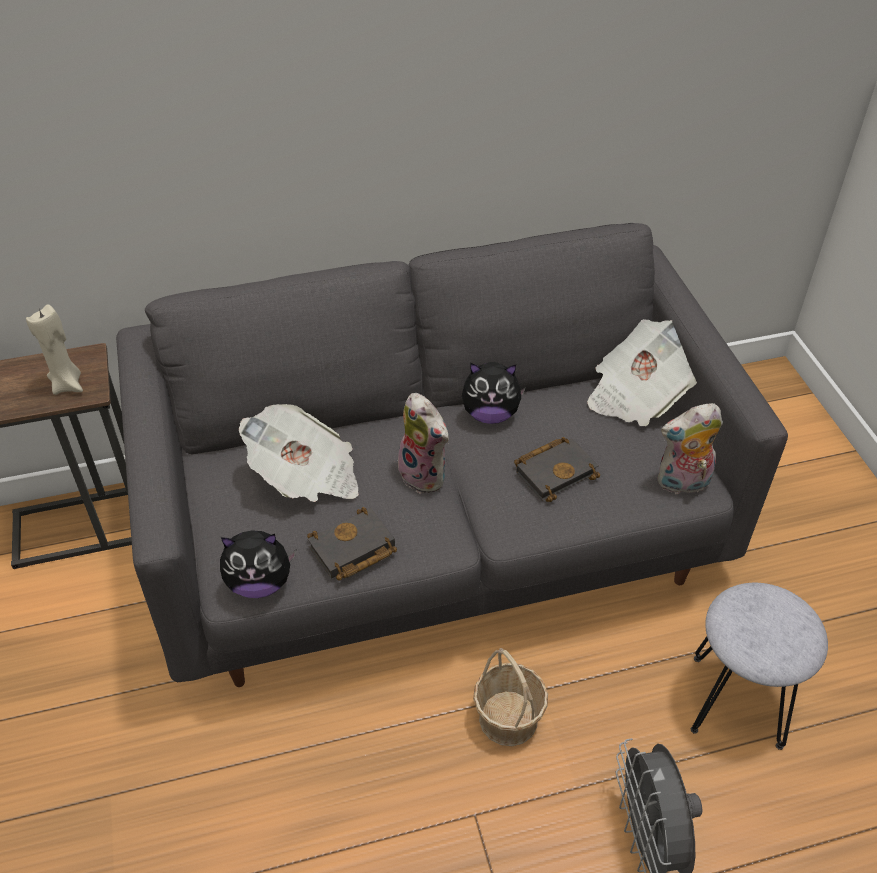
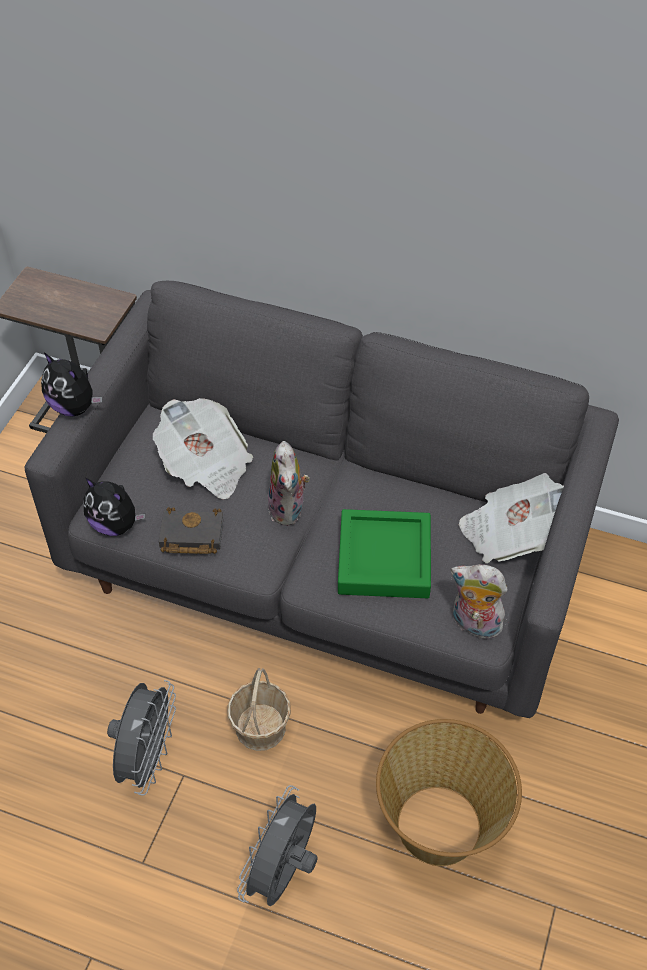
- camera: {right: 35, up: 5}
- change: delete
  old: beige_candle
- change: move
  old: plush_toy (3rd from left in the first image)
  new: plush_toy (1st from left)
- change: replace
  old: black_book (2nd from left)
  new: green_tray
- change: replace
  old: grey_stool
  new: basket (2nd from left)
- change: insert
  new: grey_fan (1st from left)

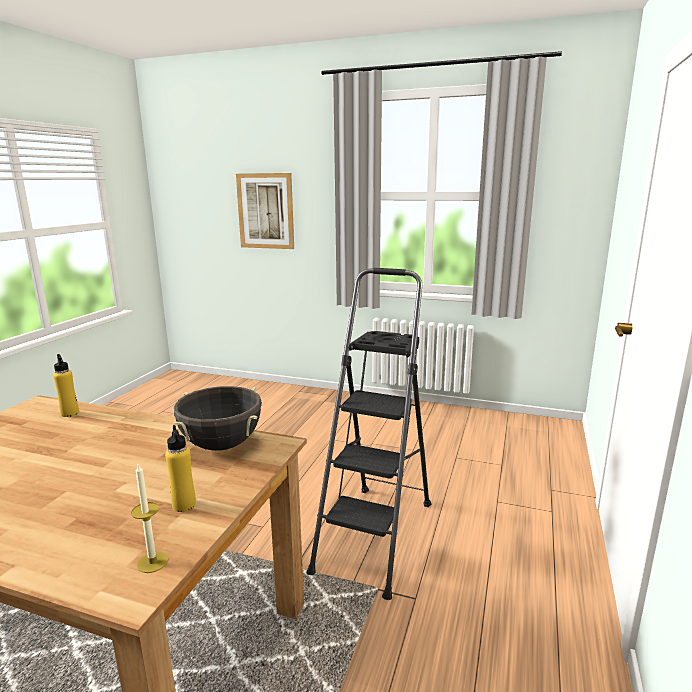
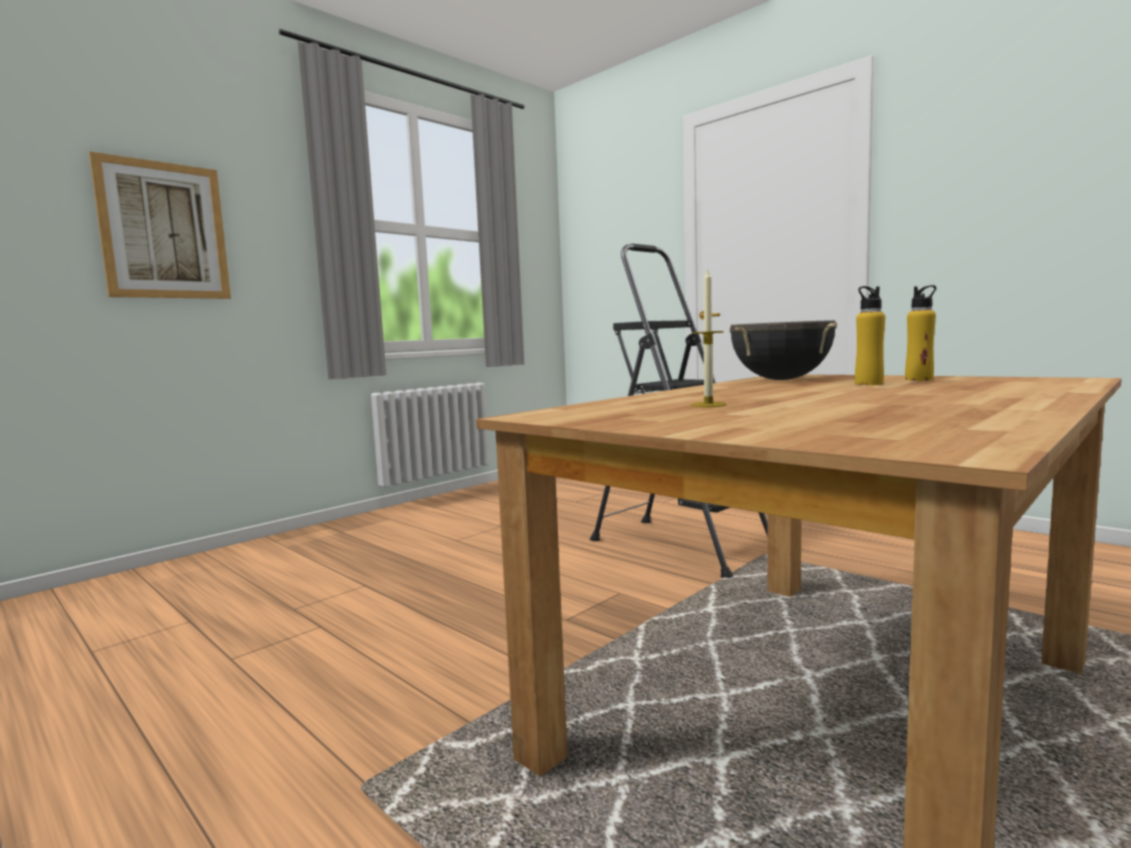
- camera: {right: -65, up: -10}
- change: move
  old: yellow_bottle (1st from left)
- change: move
  old: candle

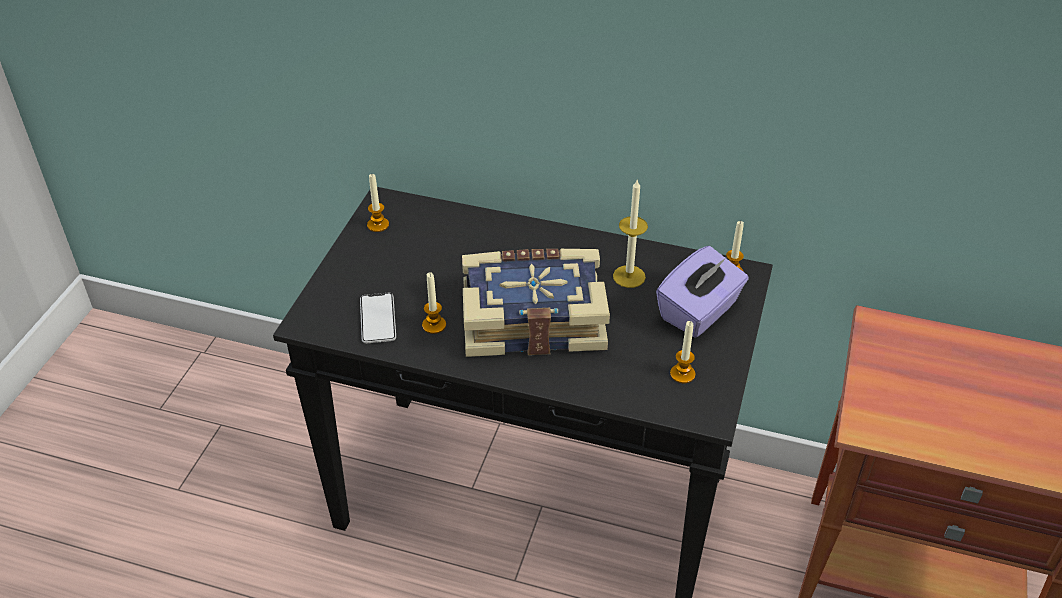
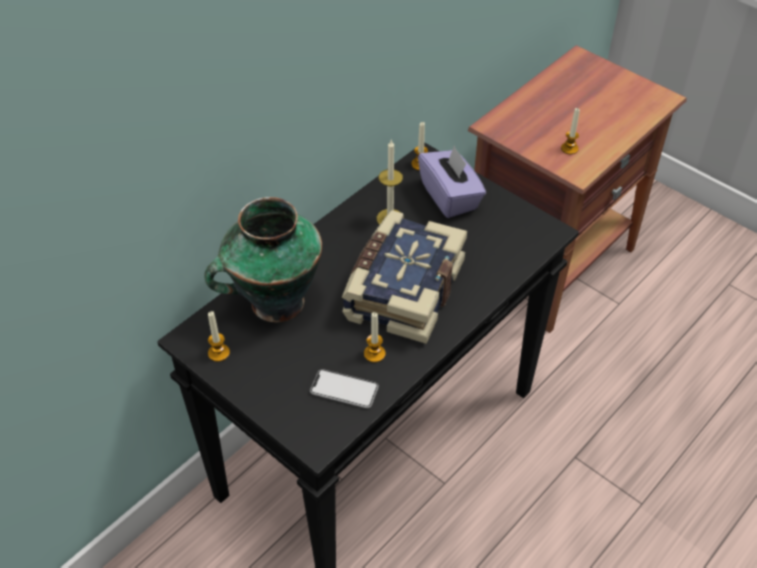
- camera: {right: -65, up: 5}
- change: move
  old: candle (4th from left in the first image)
  new: candle (5th from left)
- change: insert
  new: vase

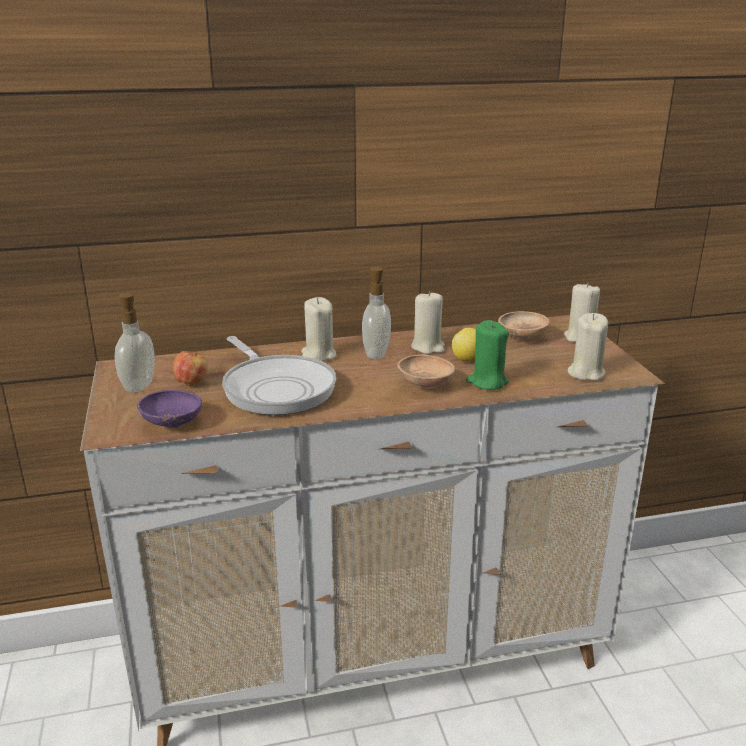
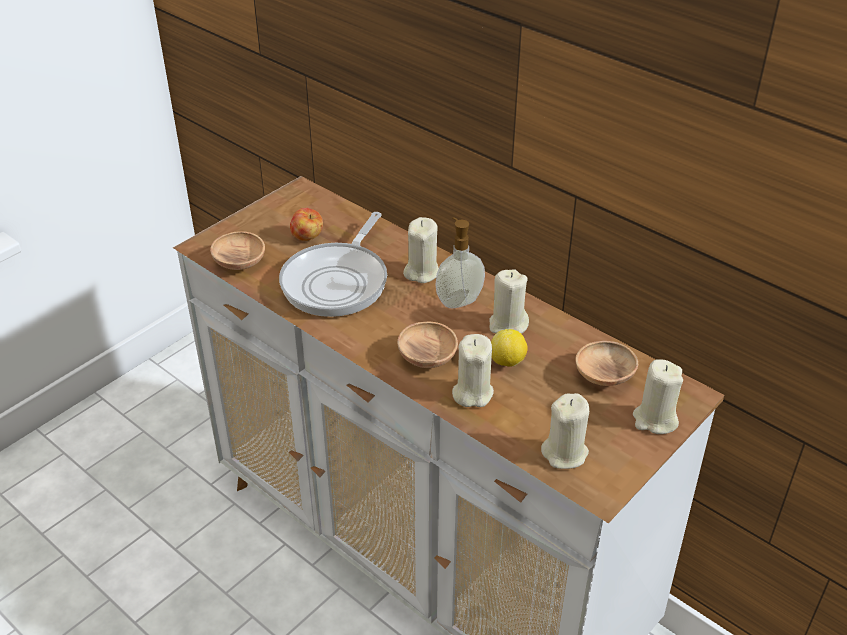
- camera: {right: 55, up: 15}
- change: delete
  old: soap_dispenser (1st from left)
- change: recolor
  old: green_candle
  new: beige_candle (2nd from left)
- change: recolor
  old: purple_bowl
  new: brown_bowl (1st from left)

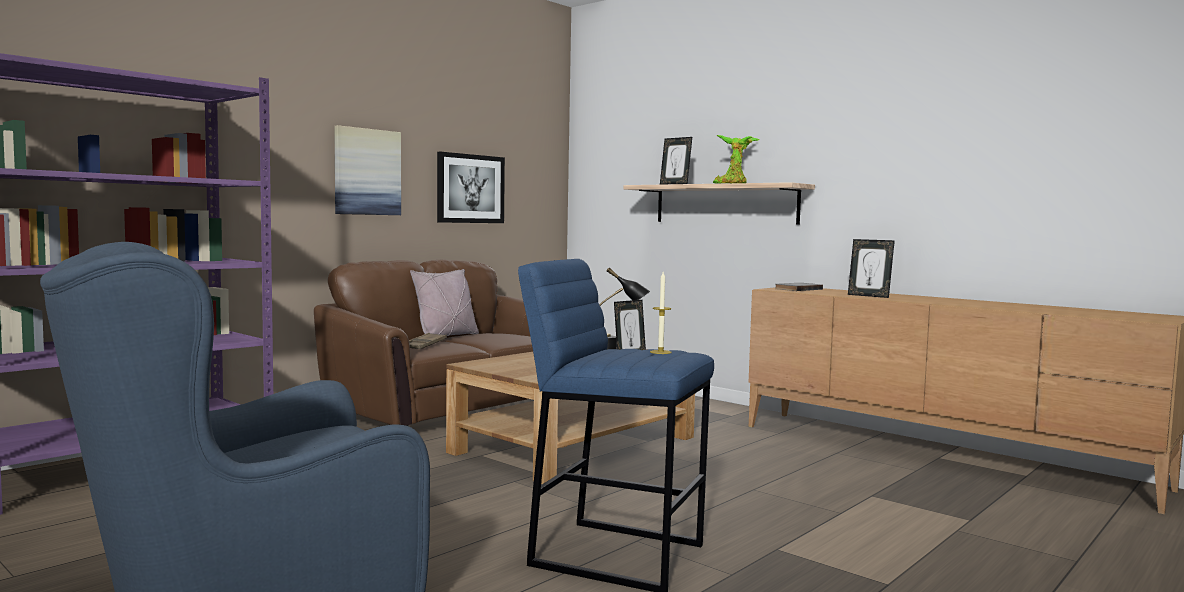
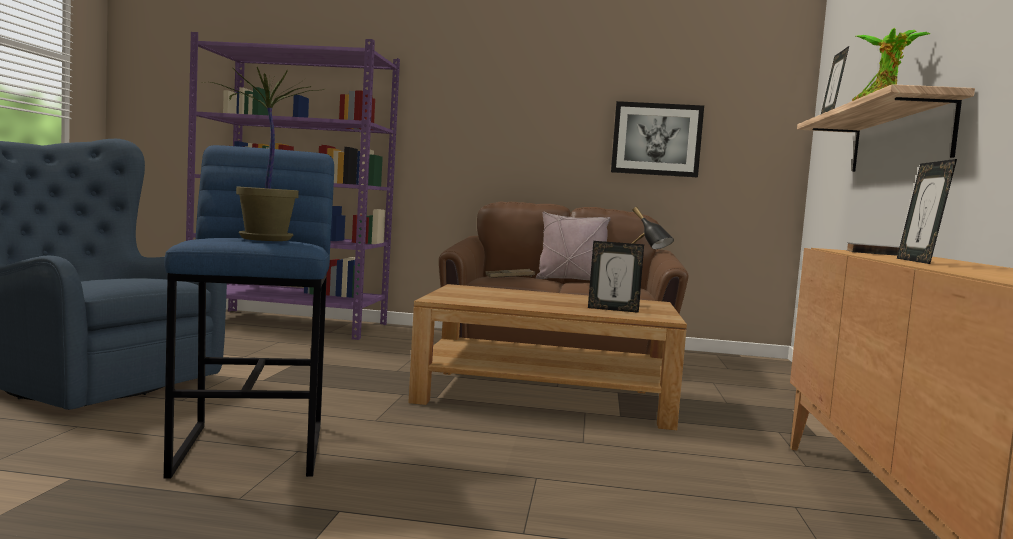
- camera: {right: 55, up: 0}
- change: delete
  old: picture (1st from left)
- change: replace
  old: candle
  new: potted_plant (1st from left)

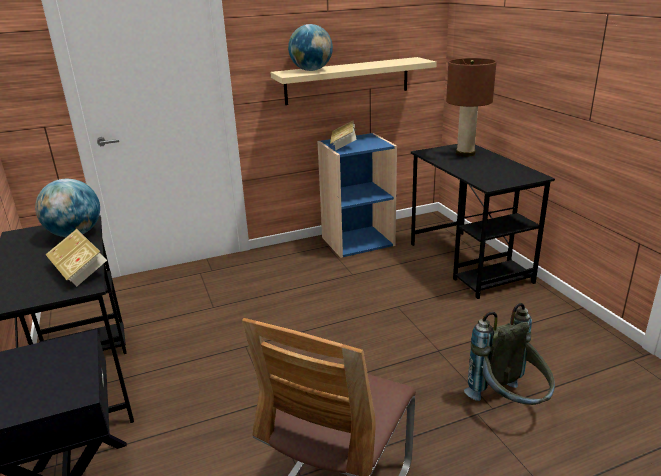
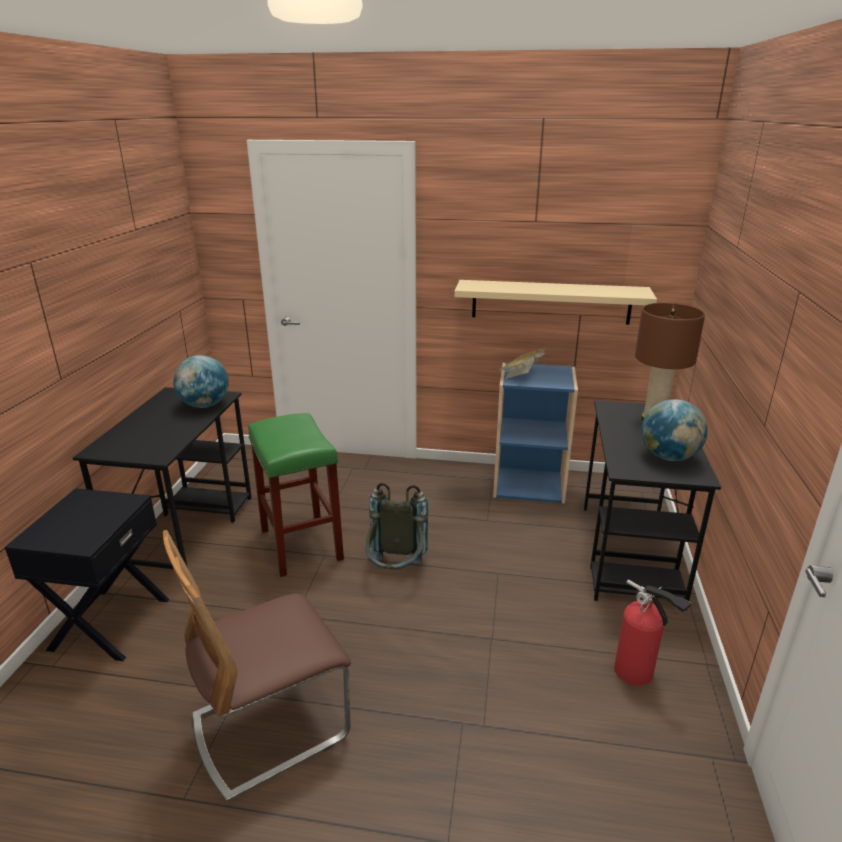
- camera: {right: 30, up: 0}
- change: move
  old: globe (2nd from left)
- change: delete
  old: book (1st from left)
- change: move
  old: grey_backpack
- change: insert
  new: green_stool
- change: insert
  new: fire_extinguisher

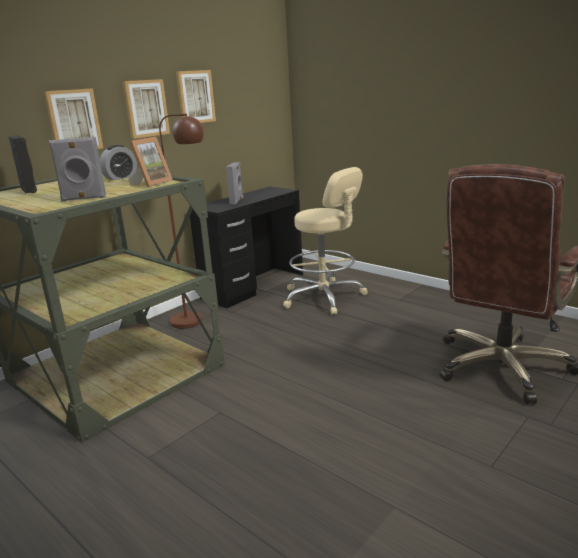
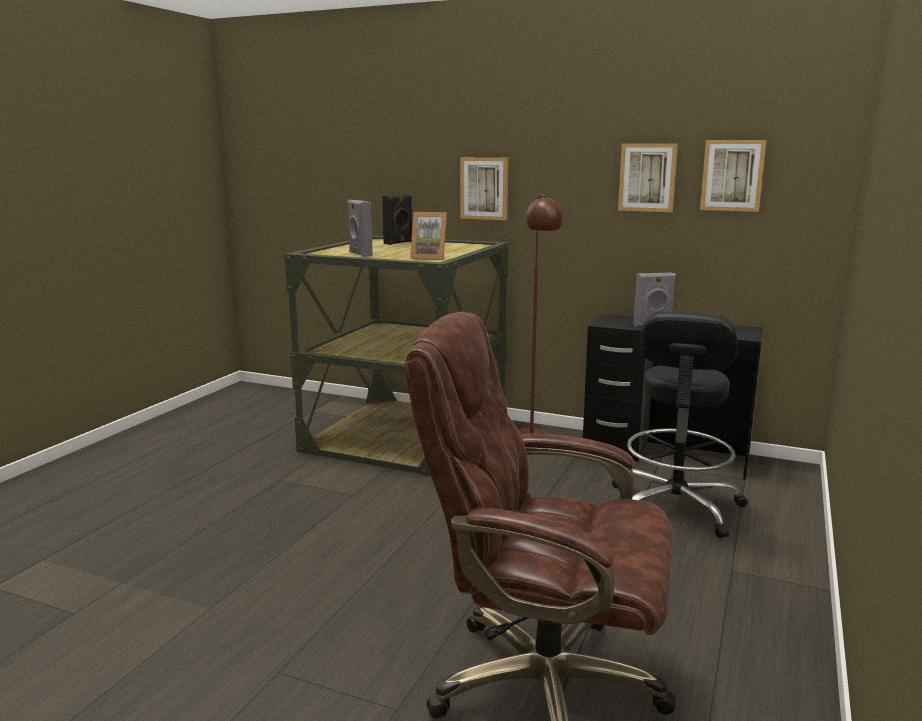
- camera: {right: 70, up: -5}
- change: move
  old: picture (2nd from left in the first image)
  new: picture (3rd from left)
- change: delete
  old: alarm_clock
- change: recolor
  old: beige_stool
  new: black_stool

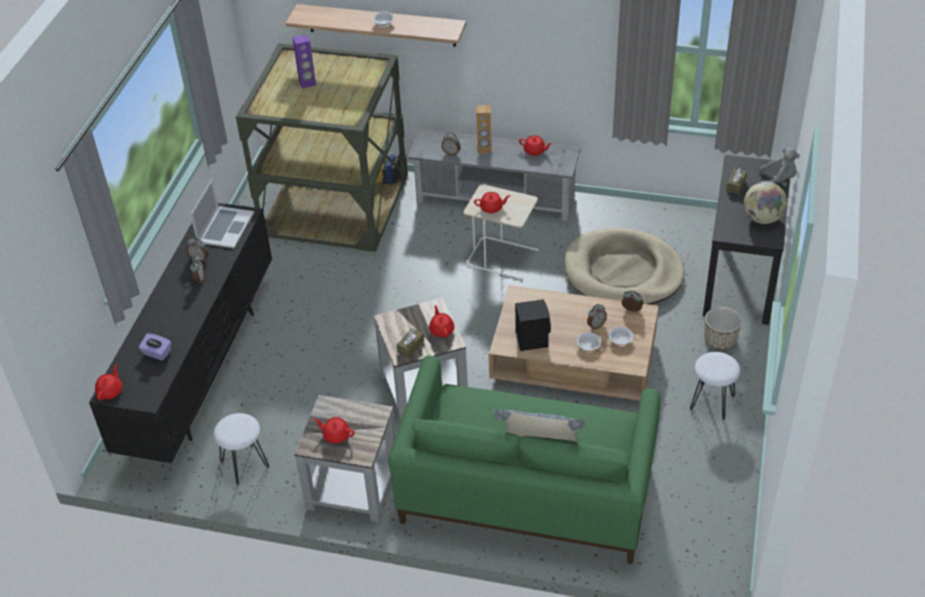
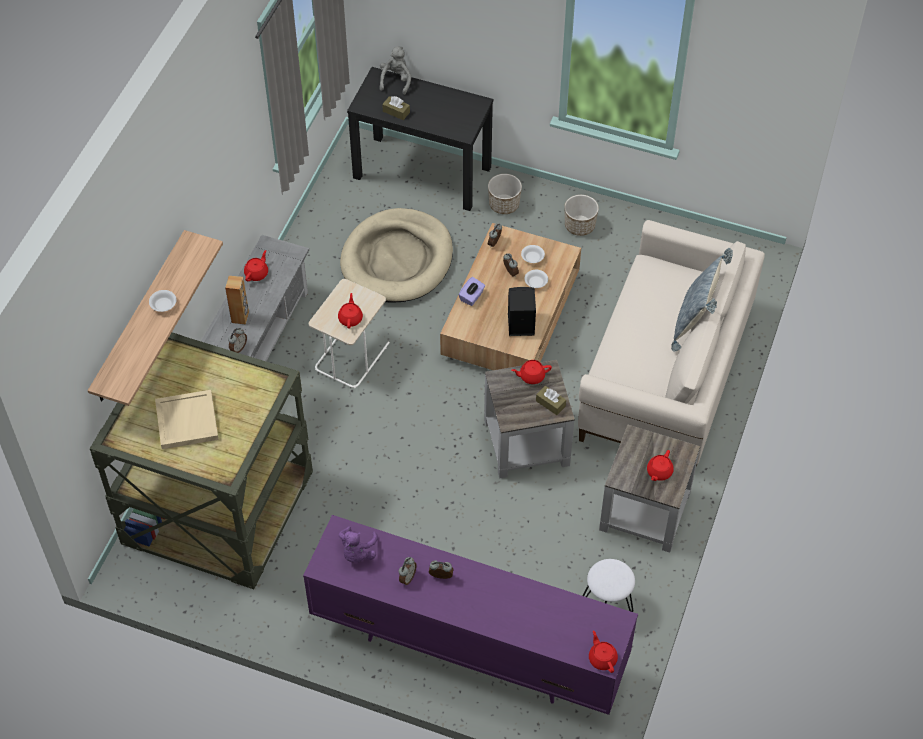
- camera: {right: -85, up: 10}
- change: replace
  old: purple_speaker
  new: beige_tray
- change: replace
  old: laptop
  new: purple_plush_toy
- change: delete
  old: globe
- change: recolor
  old: black_cabinet
  new: purple_cabinet
- change: move
  old: purple_tissue_box
- change: replace
  old: white_stool (2nd from left)
  new: planter (2nd from left)
- change: recolor
  old: green_sofa
  new: beige_sofa
- change: rotate
  old: red_teapot (1st from left in the first image)
  degrees: 45

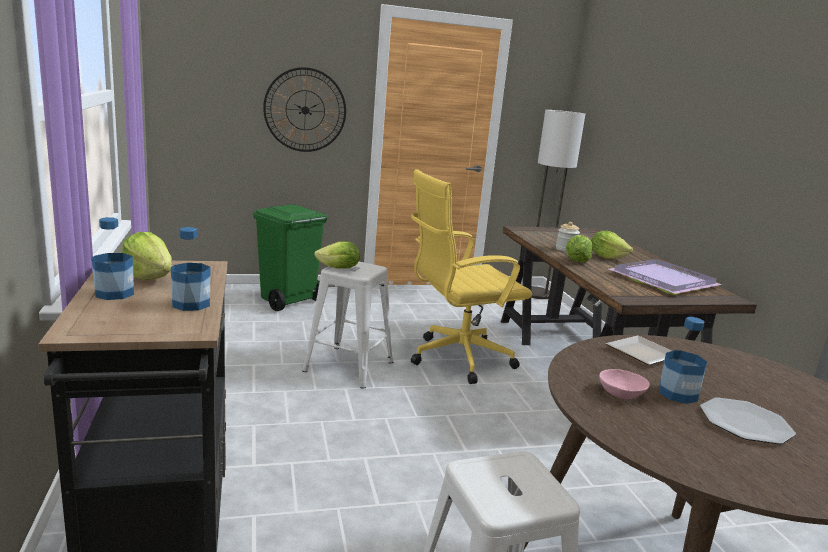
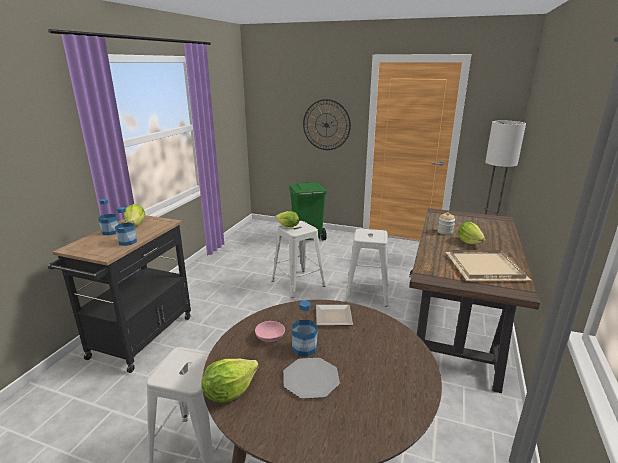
- camera: {right: 35, up: 5}
- change: replace
  old: yellow_office_chair
  new: white_stool (3rd from left)
- change: move
  old: lettuce (3rd from left in the first image)
  new: lettuce (2nd from left)
- change: recolor
  old: purple_tray
  new: beige_tray

